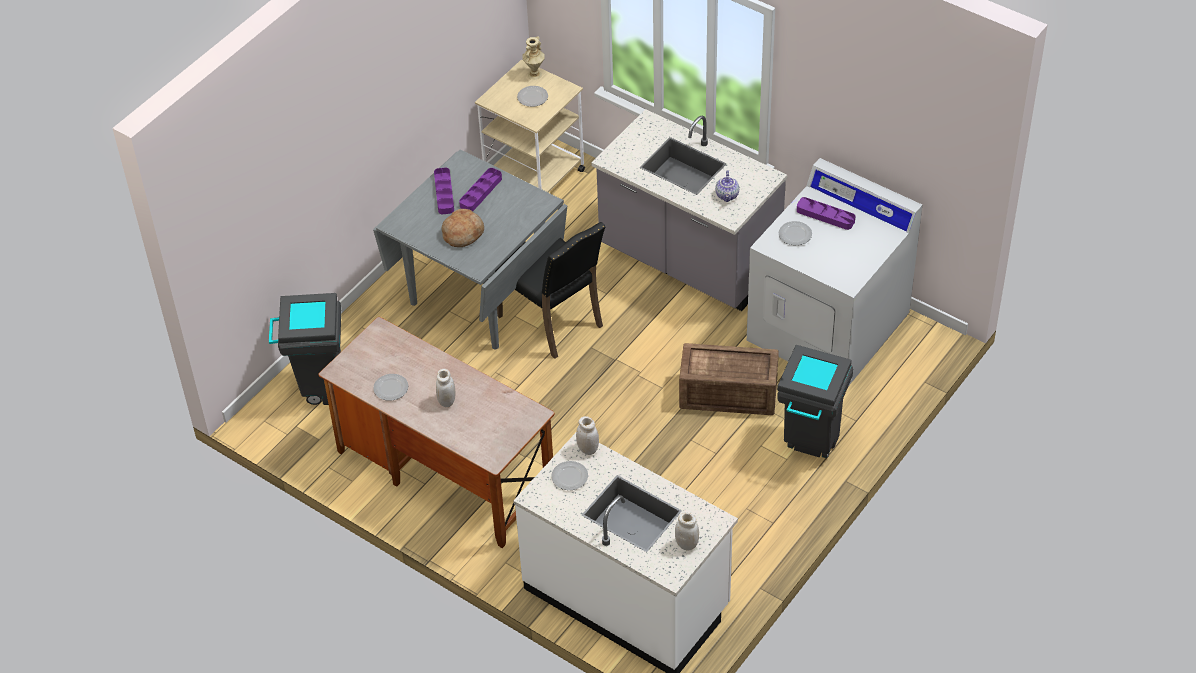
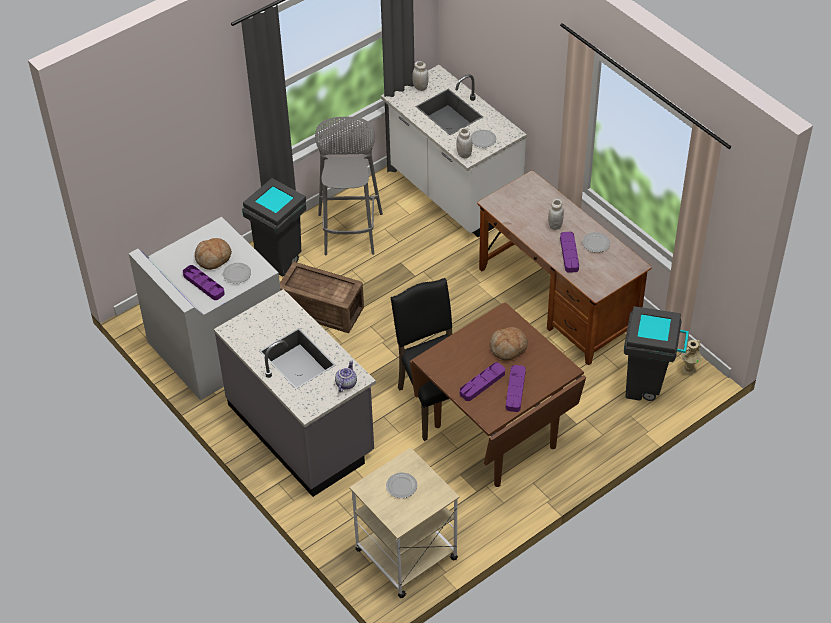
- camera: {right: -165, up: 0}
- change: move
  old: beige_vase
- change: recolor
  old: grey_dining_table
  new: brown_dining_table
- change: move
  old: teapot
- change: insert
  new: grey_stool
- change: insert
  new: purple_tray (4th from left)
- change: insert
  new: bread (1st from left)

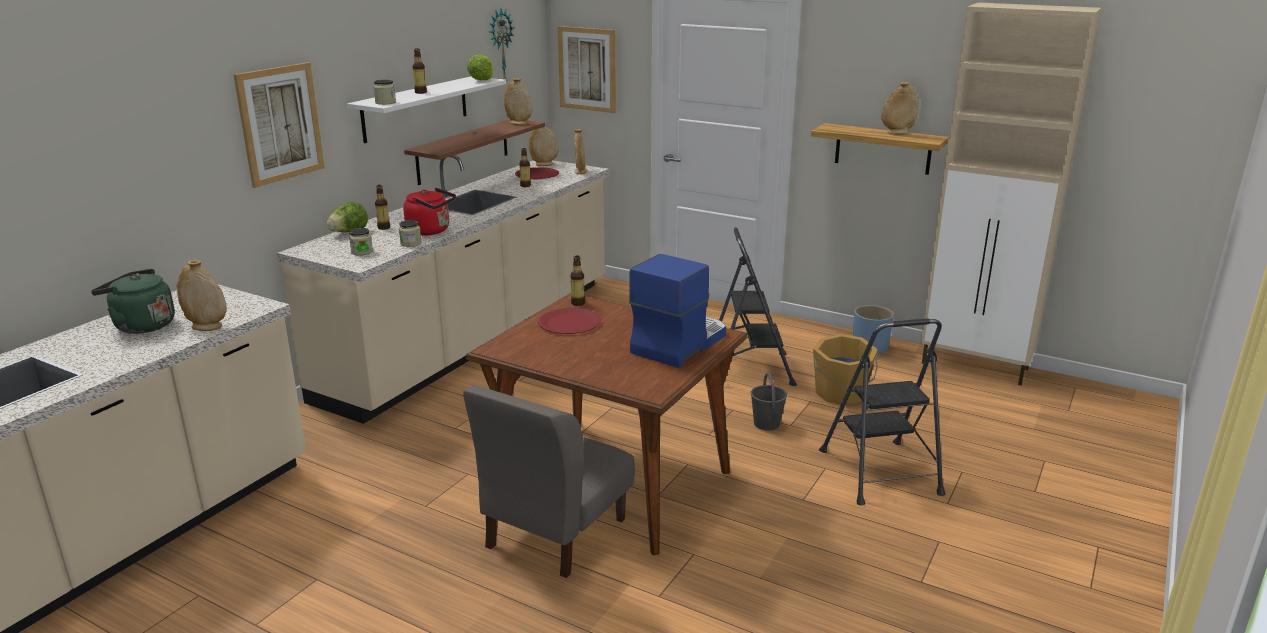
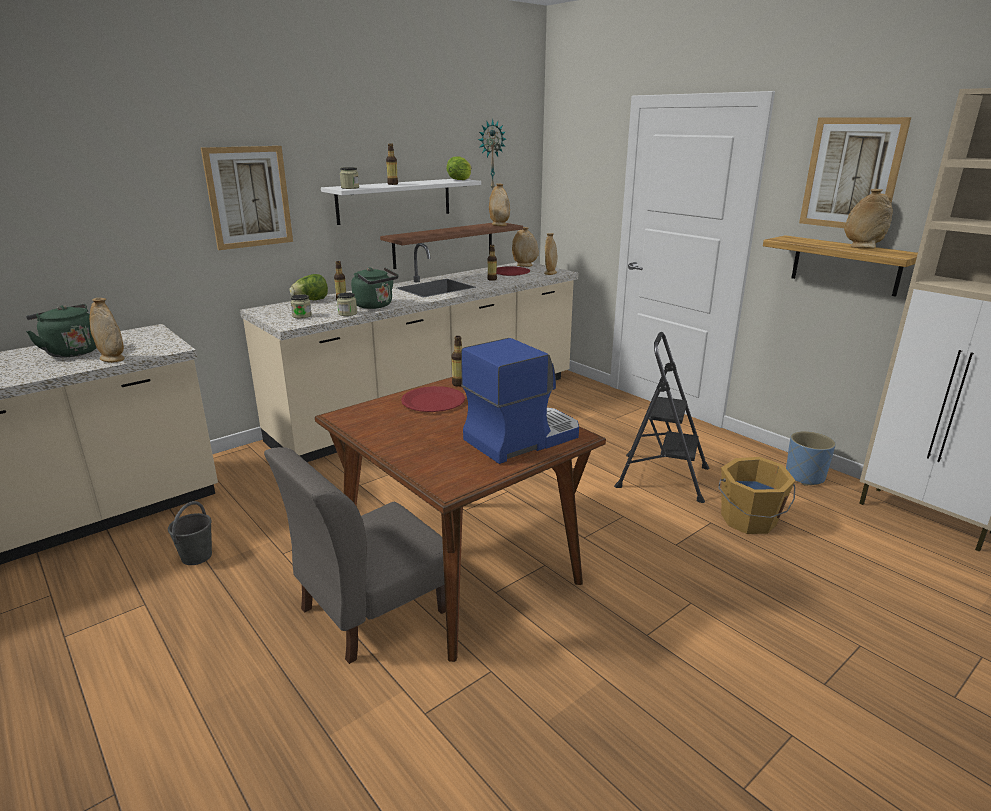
- camera: {right: 20, up: 0}
- change: move
  old: picture (2nd from left)
- change: recolor
  old: red_kettle
  new: green_kettle (2nd from left)
- change: delete
  old: black_step_ladder (2nd from left)
- change: move
  old: grey_bucket

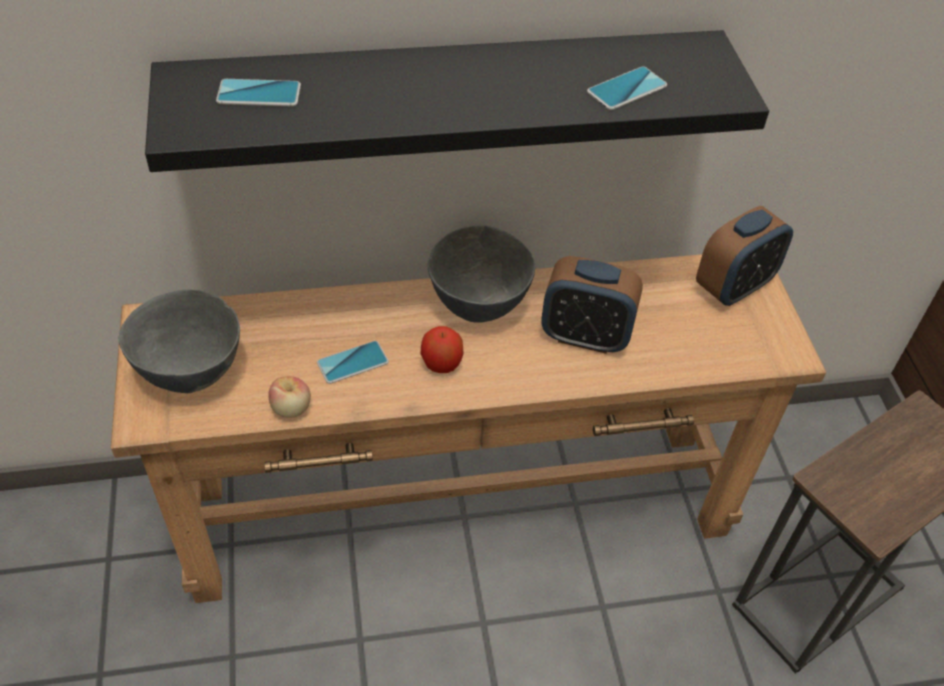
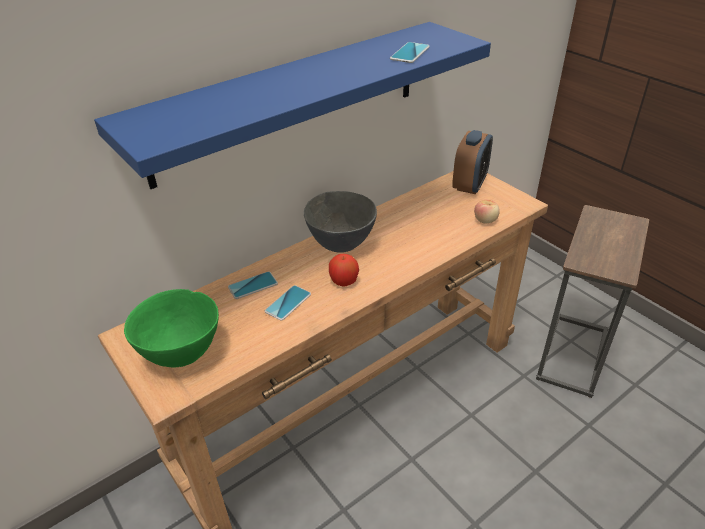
- camera: {right: -25, up: -10}
- change: recolor
  old: black_shelf
  new: blue_shelf
- change: move
  old: phone (1st from left)
- change: delete
  old: alarm_clock (1st from left)
- change: recolor
  old: grey_bowl (1st from left)
  new: green_bowl
- change: move
  old: apple (1st from left in the first image)
  new: apple (2nd from left)

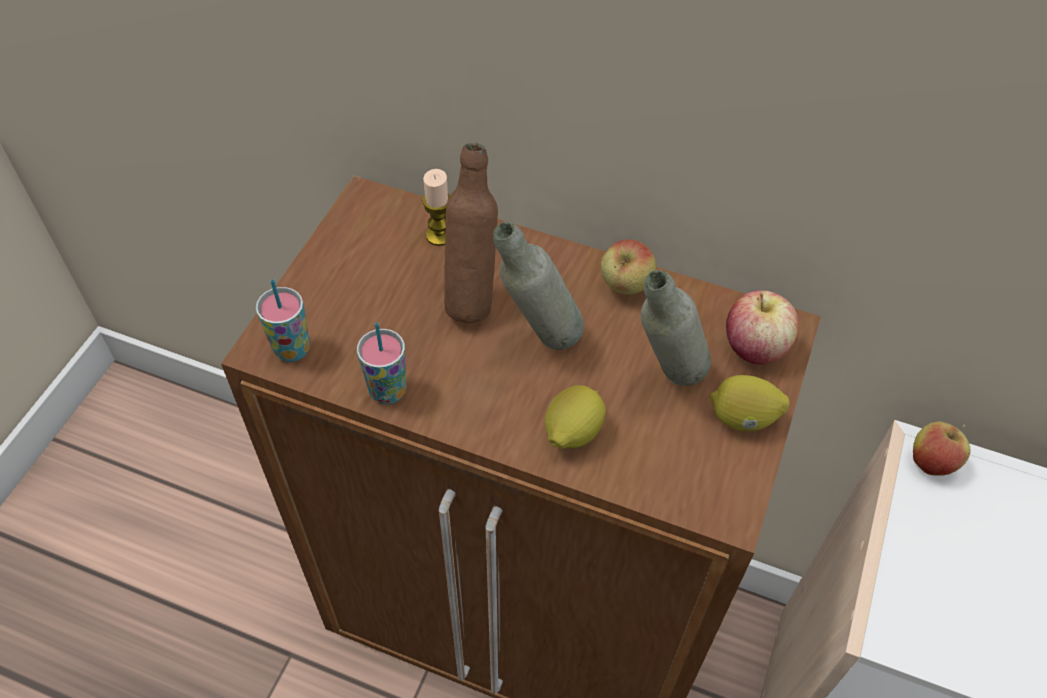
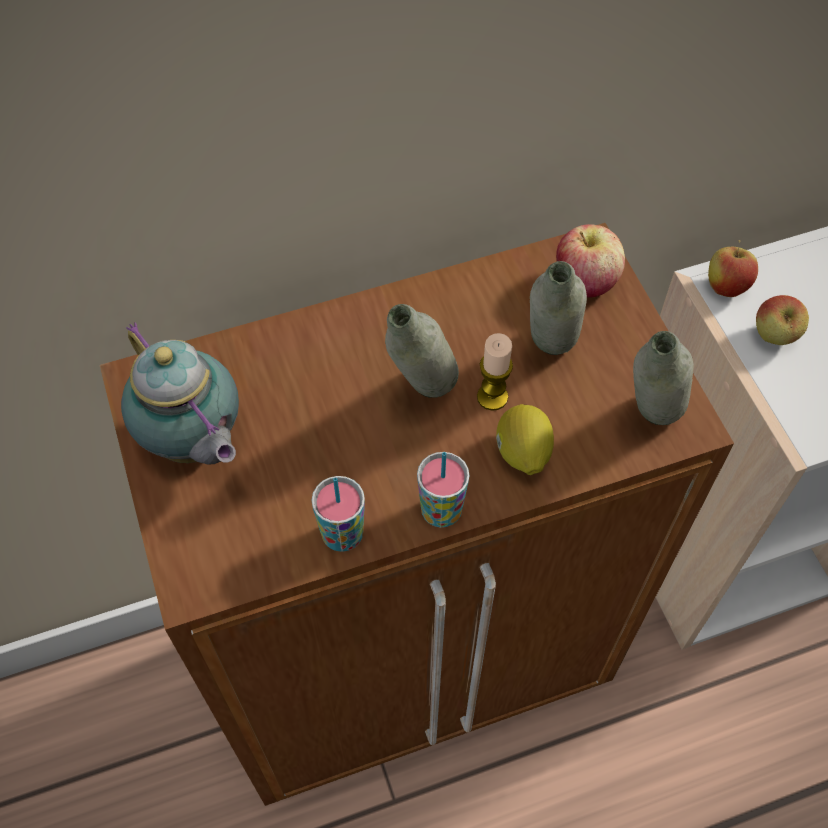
- camera: {right: -40, up: 5}
- change: delete
  old: brown_bottle
- change: move
  old: candle
- change: move
  old: apple (1st from left in the first image)
  new: apple (3rd from left)
- change: move
  old: cup (1st from left in the first image)
  new: cup (2nd from left)
- change: delete
  old: lemon (2nd from left)
- change: insert
  new: teapot
- change: insert
  new: grey_bottle (3rd from left)

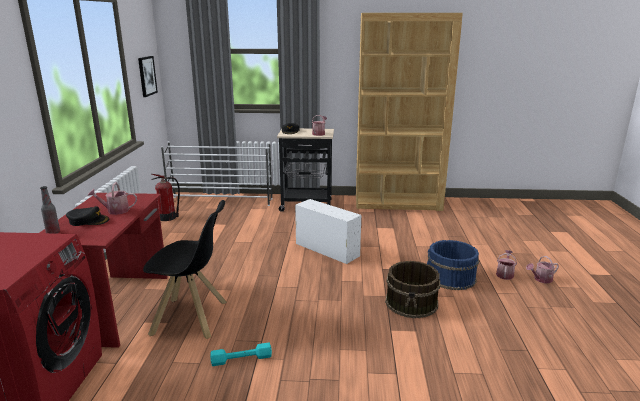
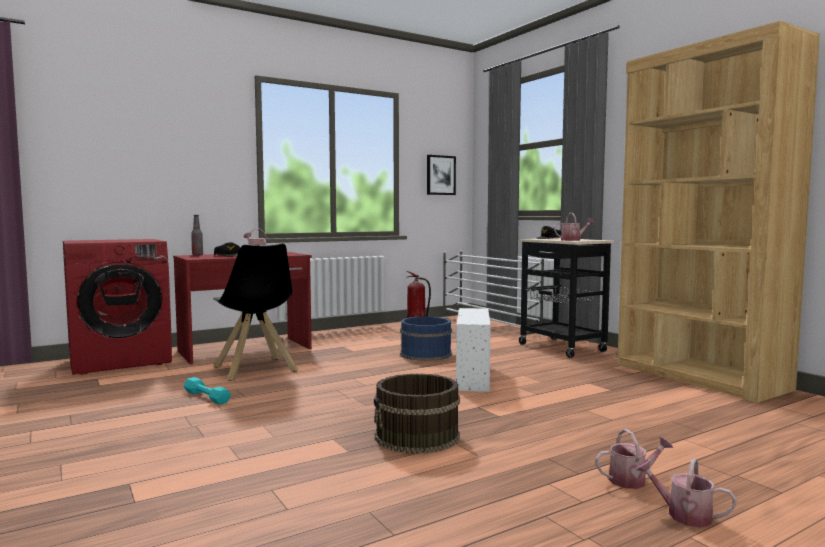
- camera: {right: 55, up: -15}
- change: move
  old: blue_bucket

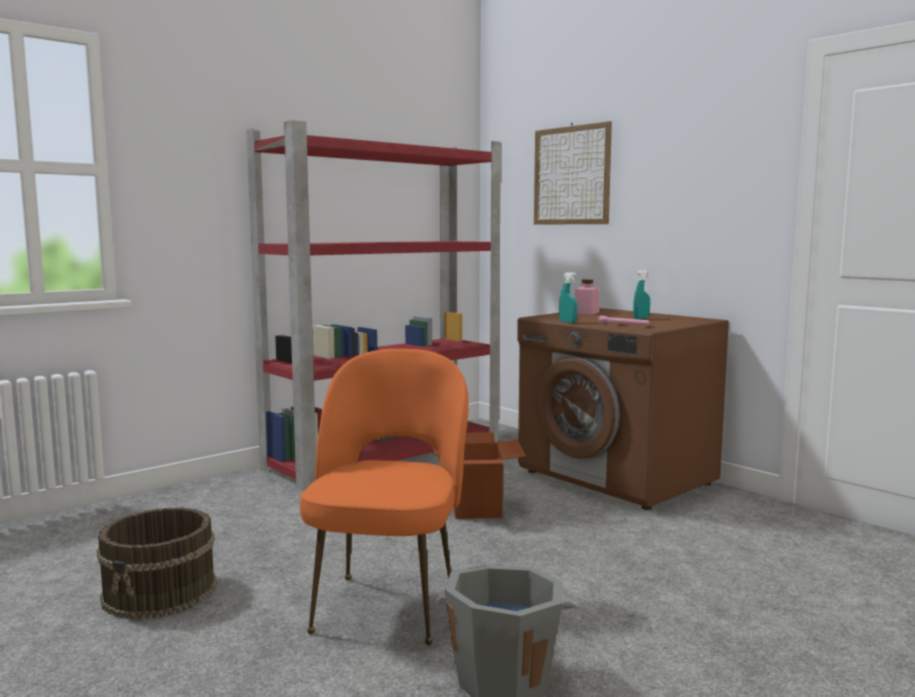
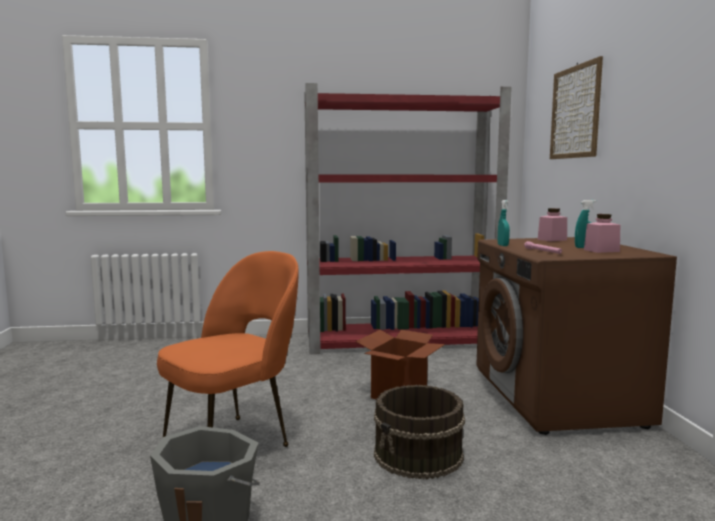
- camera: {right: 35, up: 0}
- change: move
  old: brown_bucket
- change: insert
  new: pink_jar (2nd from left)

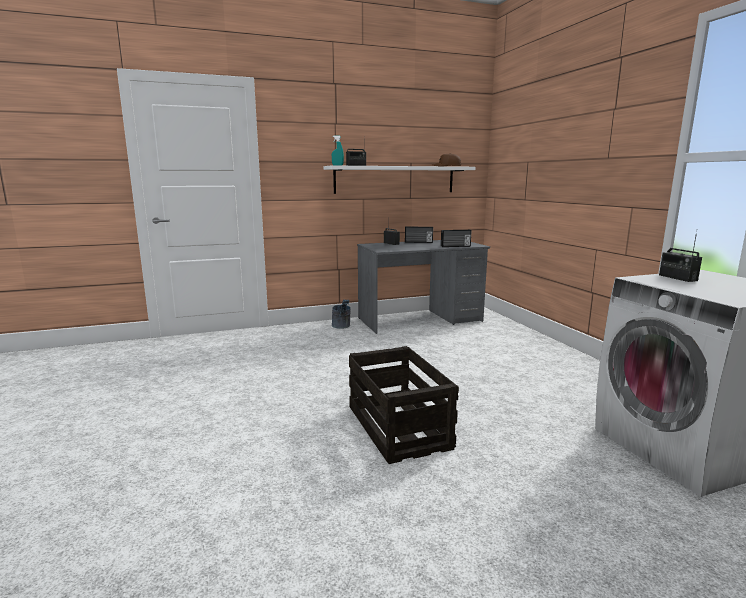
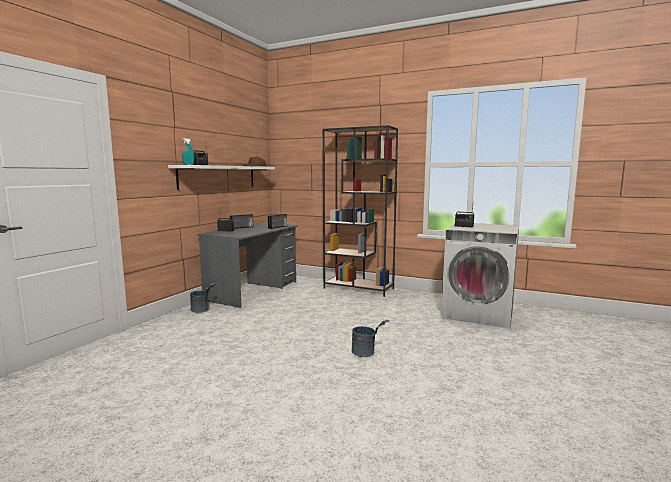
- camera: {right: -45, up: -5}
- change: replace
  old: crate
  new: grey_bucket (2nd from left)
- change: insert
  new: bookcase

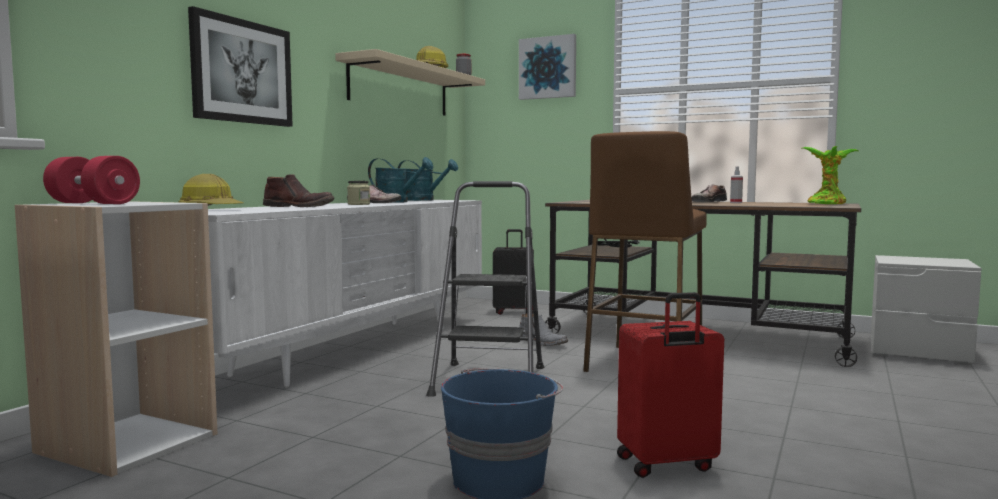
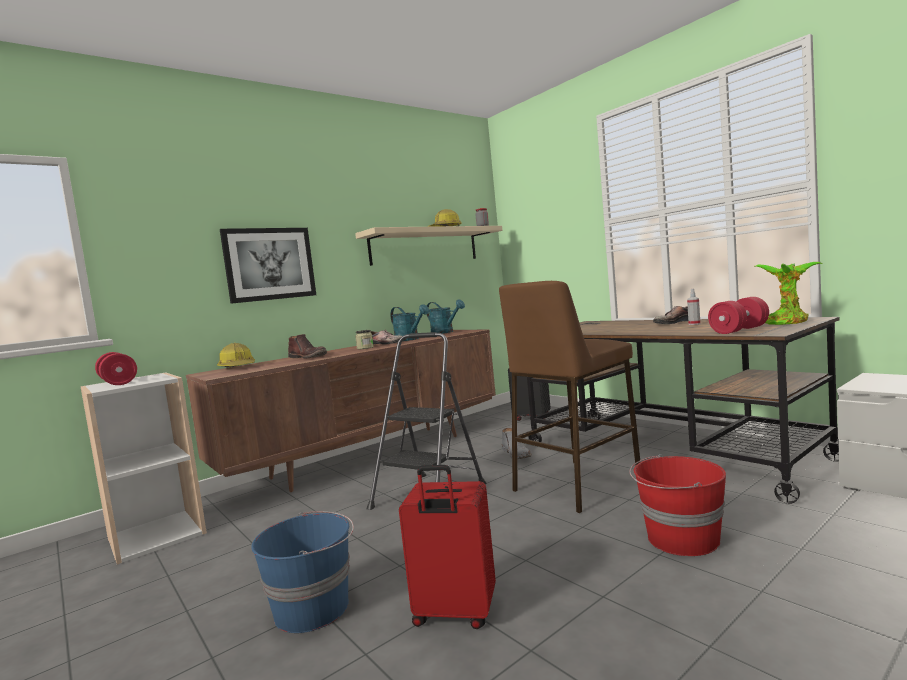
- camera: {right: 25, up: 0}
- change: delete
  old: picture (2nd from left)
- change: recolor
  old: white_cabinet
  new: brown_cabinet
- change: insert
  new: red_dumbbell (2nd from left)
- change: insert
  new: red_bucket

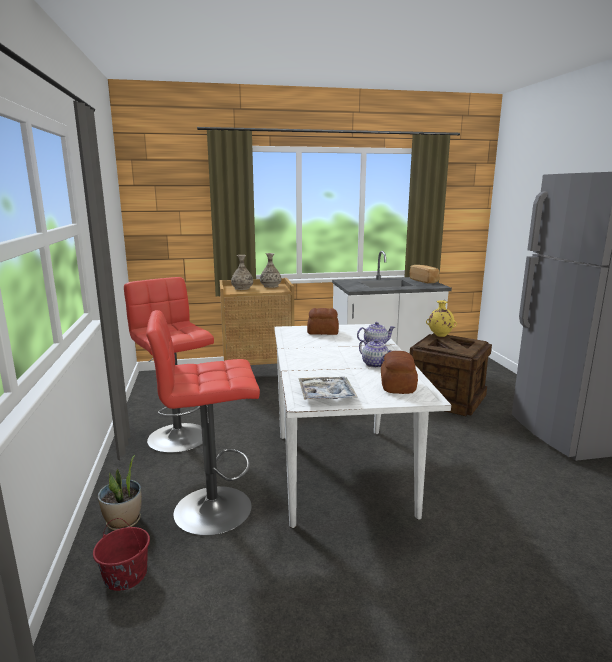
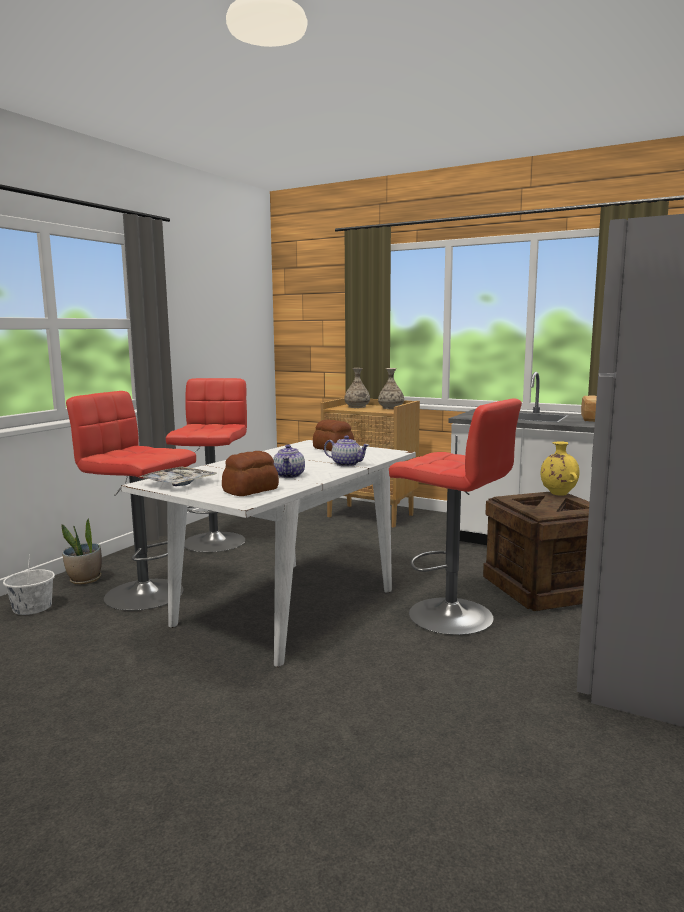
- camera: {right: 40, up: -5}
- change: recolor
  old: red_bucket
  new: white_bucket
- change: insert
  new: red_stool (3rd from left)

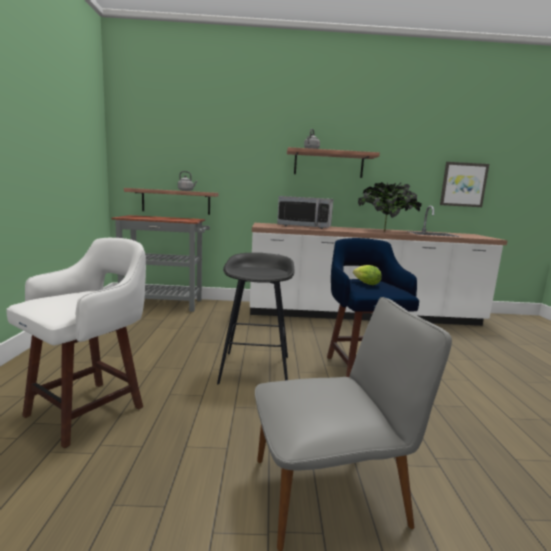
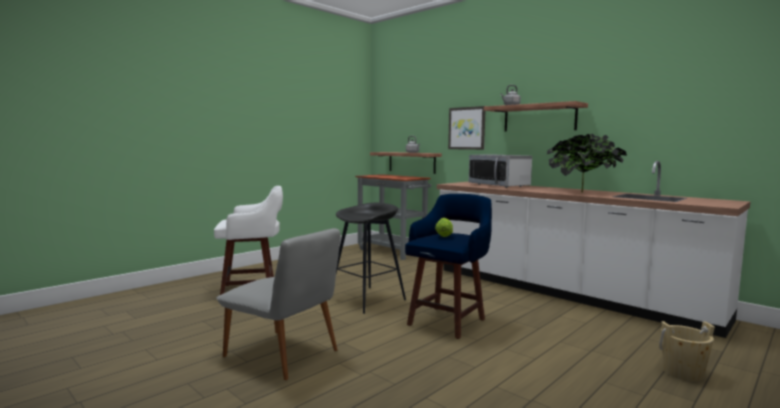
- camera: {right: 45, up: -5}
- change: move
  old: picture
- change: insert
  new: beige_bucket

